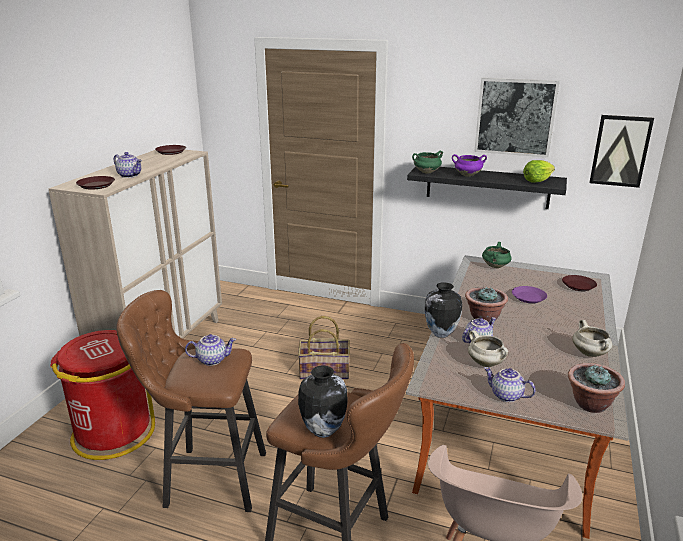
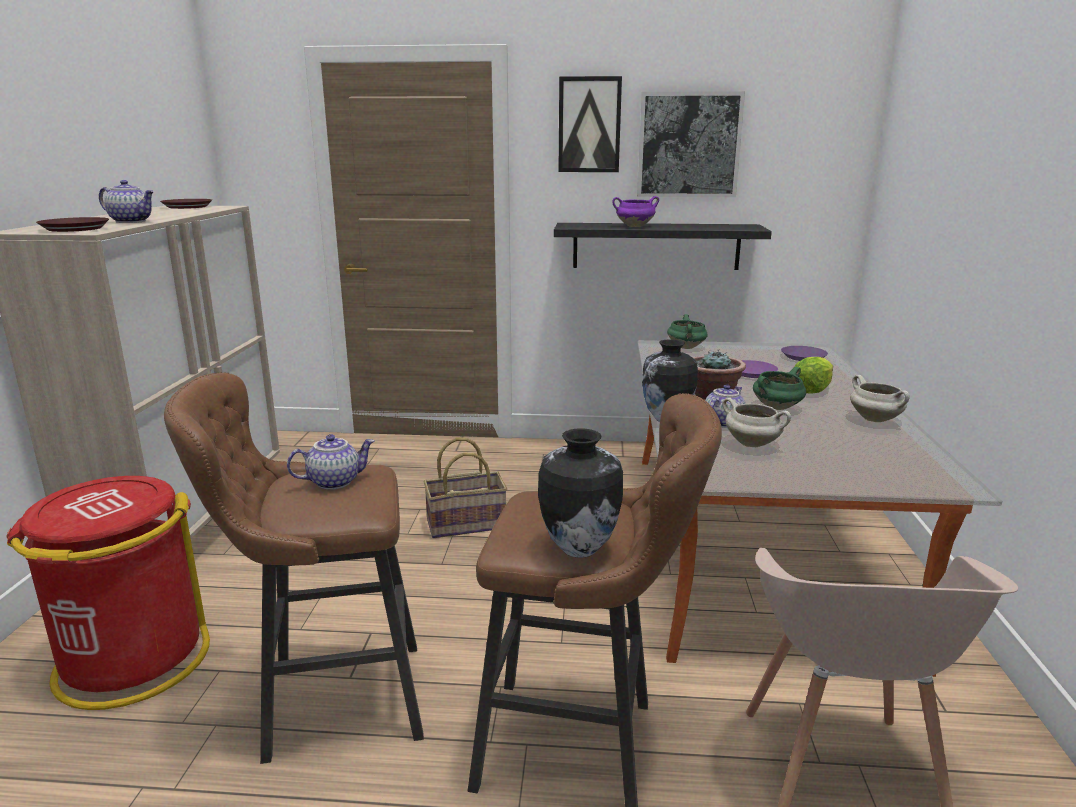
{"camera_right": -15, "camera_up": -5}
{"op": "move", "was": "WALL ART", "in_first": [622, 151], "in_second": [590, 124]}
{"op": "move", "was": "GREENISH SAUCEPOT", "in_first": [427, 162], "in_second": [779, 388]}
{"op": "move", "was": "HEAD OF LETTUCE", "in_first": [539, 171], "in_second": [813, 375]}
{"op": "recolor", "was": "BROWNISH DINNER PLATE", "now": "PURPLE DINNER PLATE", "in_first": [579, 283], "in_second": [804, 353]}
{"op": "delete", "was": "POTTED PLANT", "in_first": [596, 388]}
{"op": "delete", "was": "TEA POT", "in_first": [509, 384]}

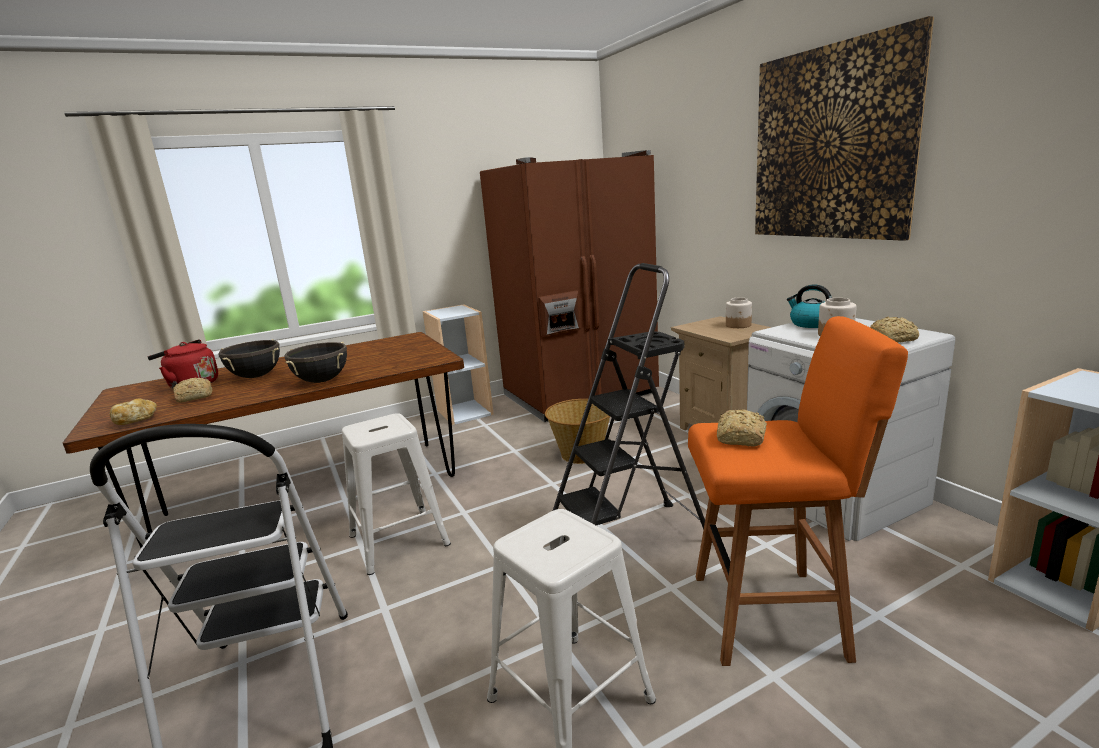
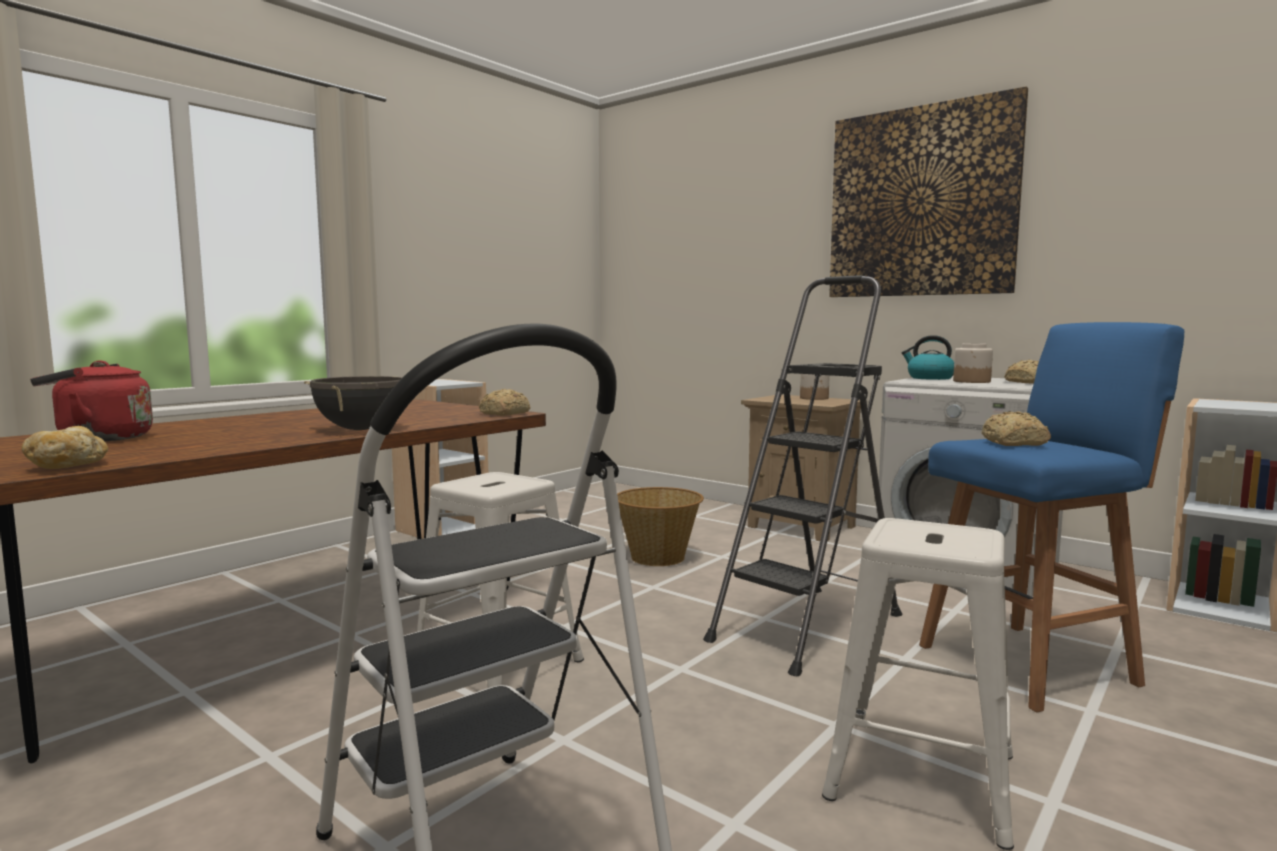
{"camera_right": -25, "camera_up": -10}
{"op": "delete", "was": "BROWNISH FRIDGE", "in_first": [569, 286]}
{"op": "recolor", "was": "ORANGEY STOOL", "now": "BLUE STOOL", "in_first": [798, 491], "in_second": [1051, 517]}
{"op": "delete", "was": "BLACK-COLOURED SAUCEPOT", "in_first": [249, 358]}
{"op": "move", "was": "BREAD", "in_first": [193, 390], "in_second": [504, 402]}

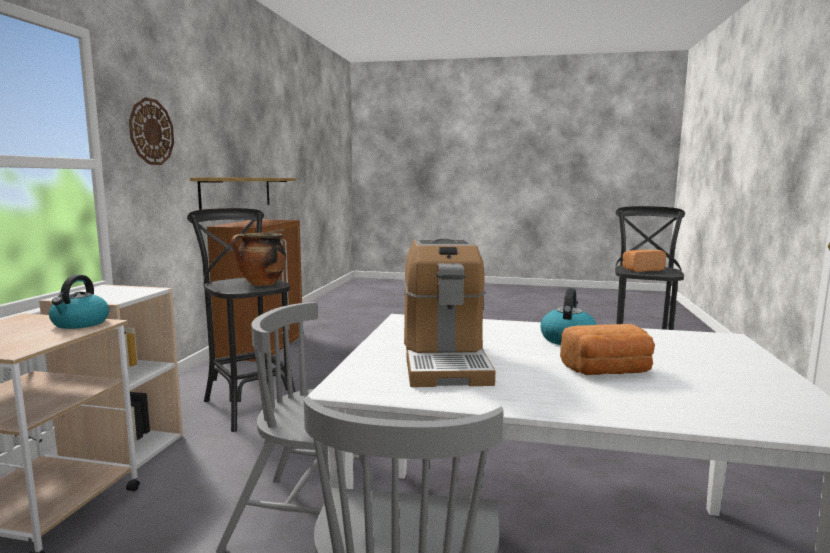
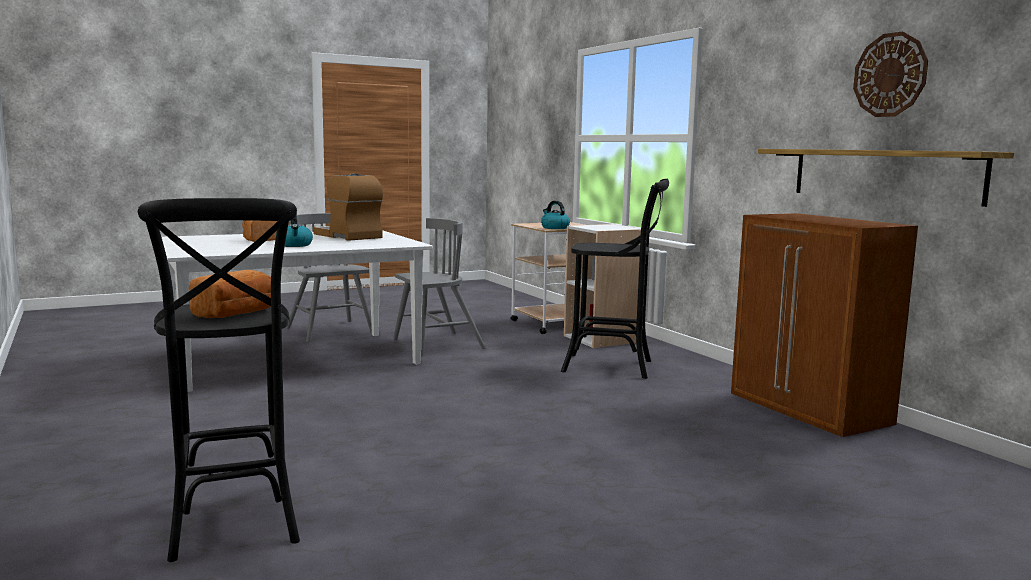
{"camera_right": 140, "camera_up": 0}
{"op": "move", "was": "WALL CLOCK", "in_first": [151, 131], "in_second": [890, 74]}
{"op": "delete", "was": "SAUCEPOT", "in_first": [258, 259]}

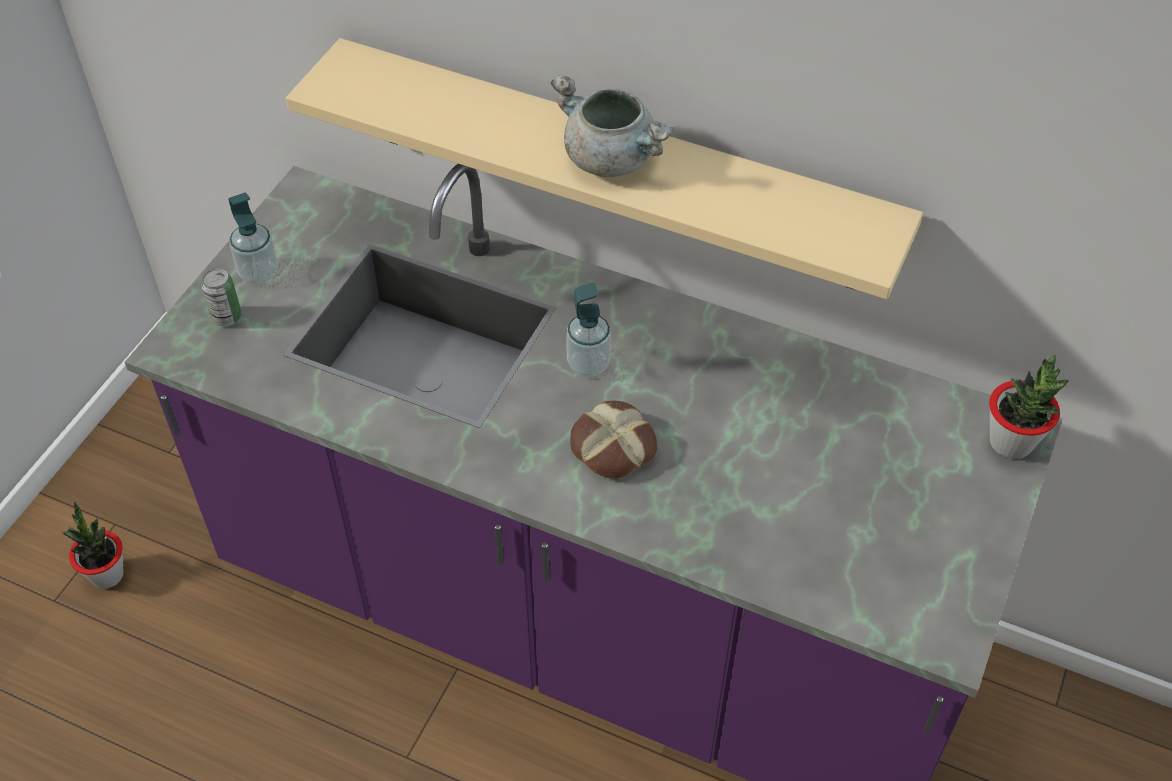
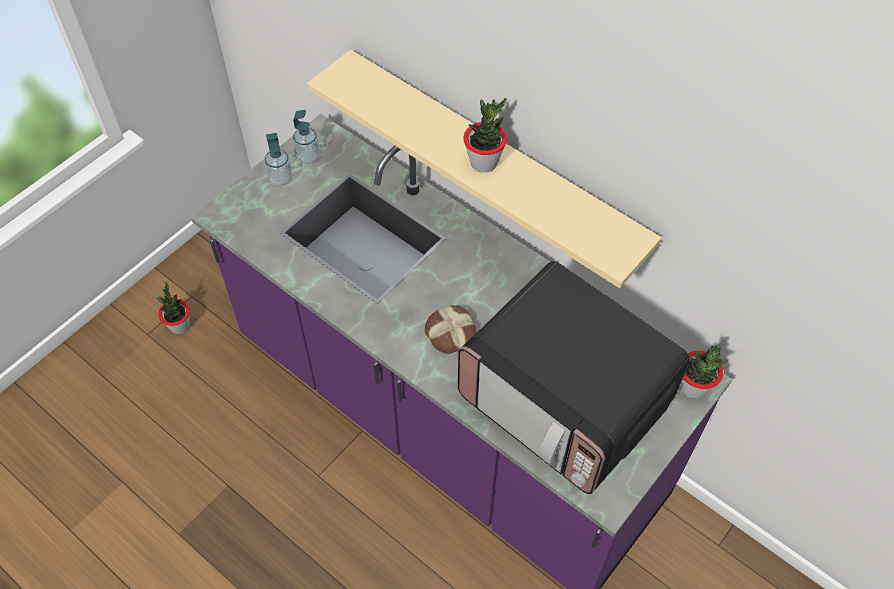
{"camera_right": 15, "camera_up": 5}
{"op": "replace", "was": "GRAY SAUCEPOT", "now": "POTTED PLANT", "in_first": [612, 126], "in_second": [485, 135]}
{"op": "delete", "was": "CAN", "in_first": [221, 297]}
{"op": "move", "was": "SOAP BOTTLE", "in_first": [588, 329], "in_second": [306, 137]}
{"op": "insert", "now": "MICROWAVE", "in_second": [574, 377]}

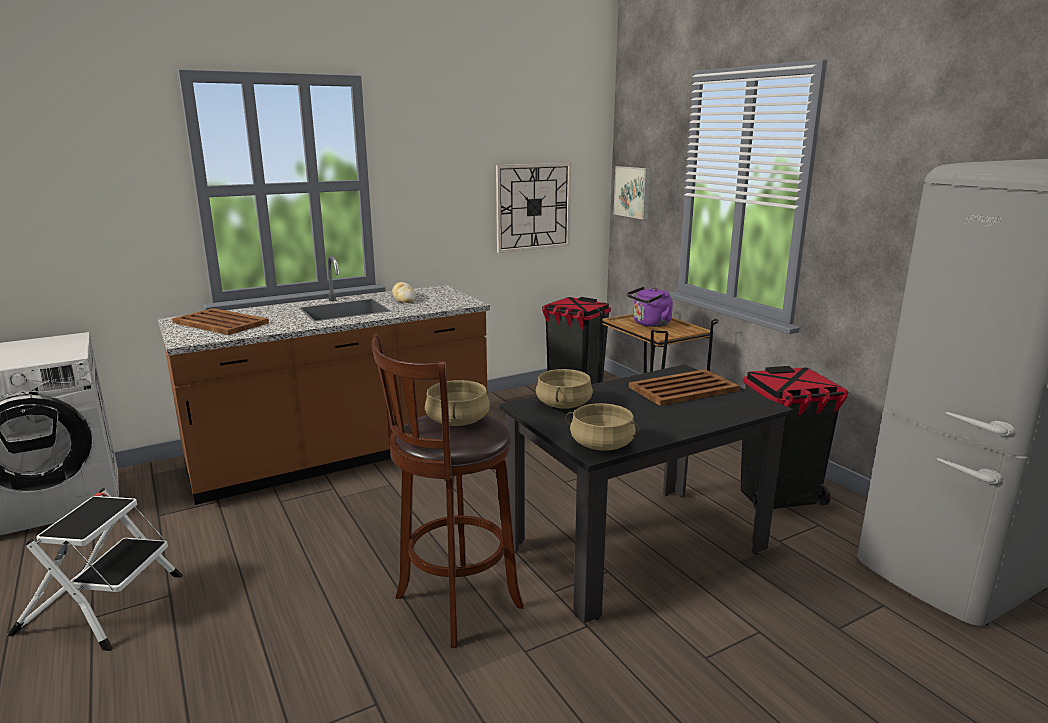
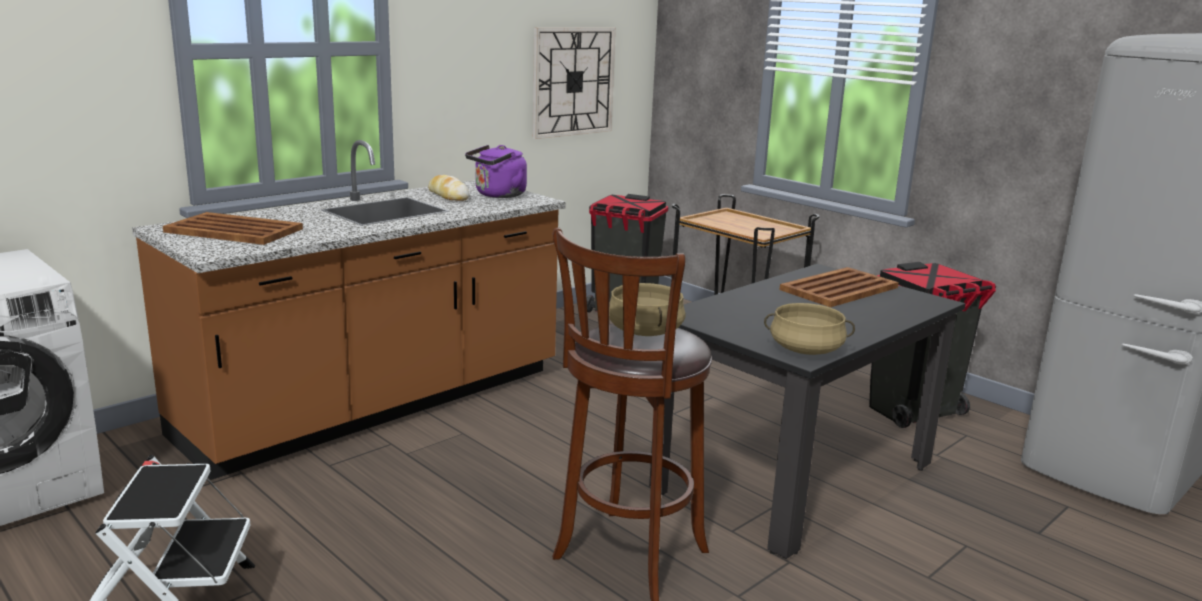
{"camera_right": -15, "camera_up": 0}
{"op": "delete", "was": "WALL ART", "in_first": [632, 192]}
{"op": "move", "was": "PURPLE WATER KETTLE", "in_first": [650, 307], "in_second": [496, 171]}
{"op": "delete", "was": "SAND-COLOURED SAUCEPOT", "in_first": [564, 389]}

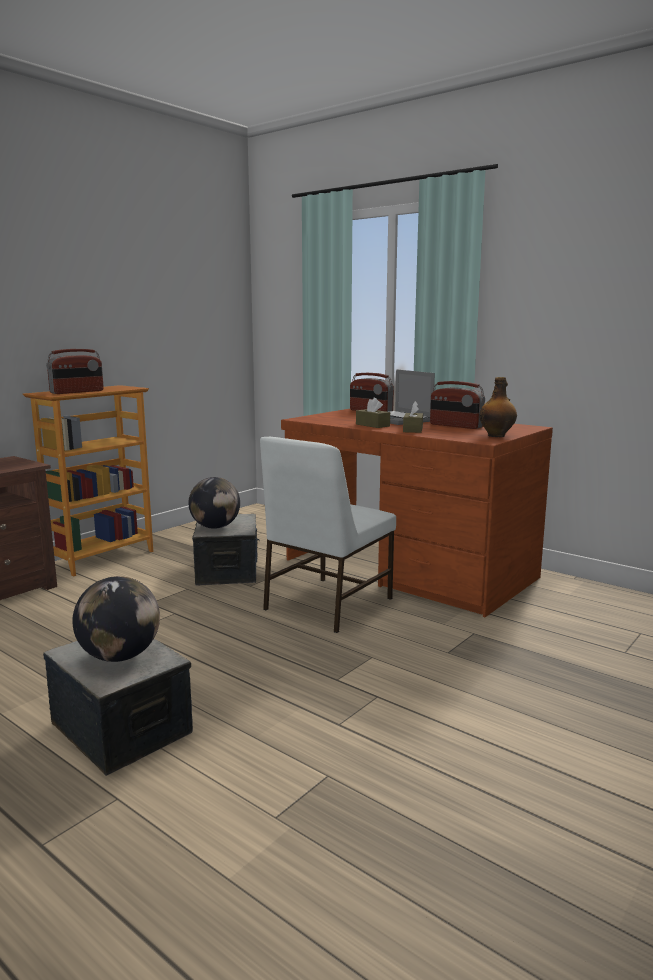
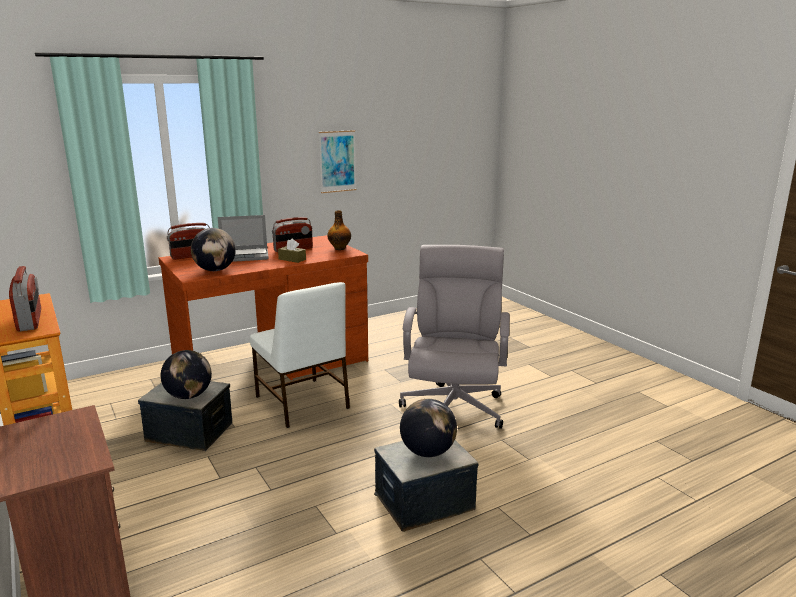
{"camera_right": -70, "camera_up": 5}
{"op": "delete", "was": "BROWNISH TISSUE BOX", "in_first": [373, 413]}
{"op": "insert", "now": "WALL ART", "in_second": [337, 161]}
{"op": "insert", "now": "GLOBE", "in_second": [213, 249]}
{"op": "insert", "now": "GRAY OFFICE CHAIR", "in_second": [454, 337]}

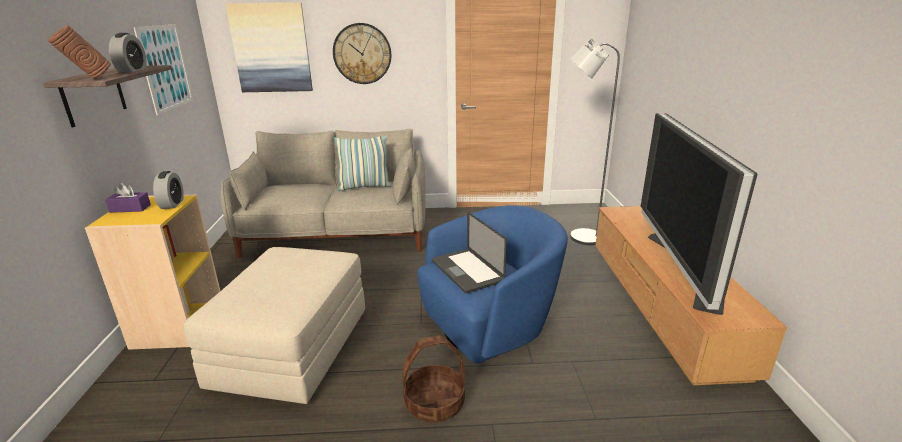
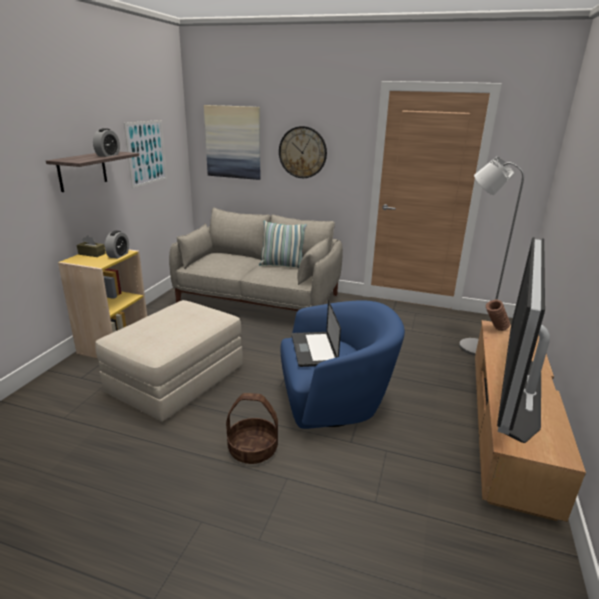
{"camera_right": 20, "camera_up": 0}
{"op": "move", "was": "BROWNISH DECORATIVE VASE", "in_first": [79, 52], "in_second": [498, 315]}
{"op": "recolor", "was": "PURPLE TISSUE BOX", "now": "BROWNISH TISSUE BOX", "in_first": [128, 198], "in_second": [91, 246]}

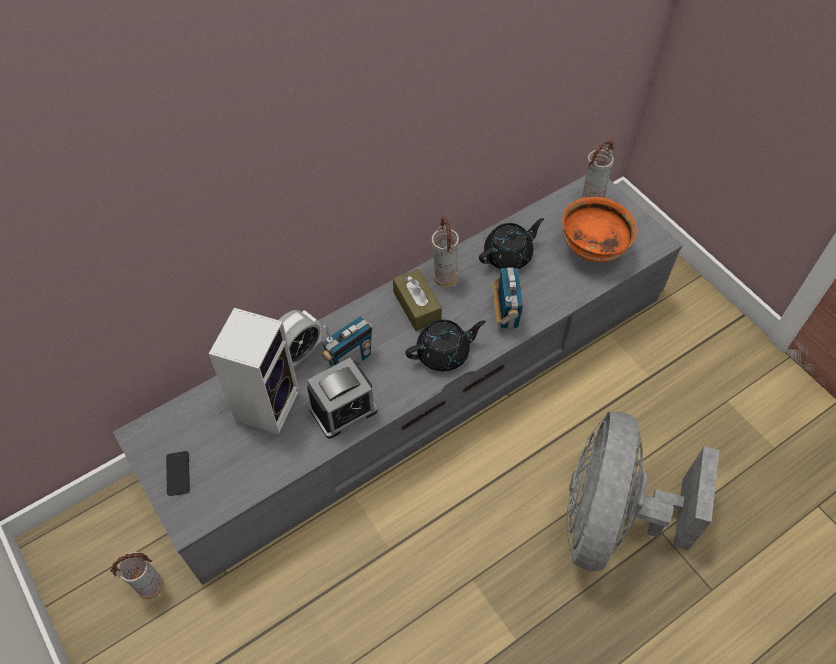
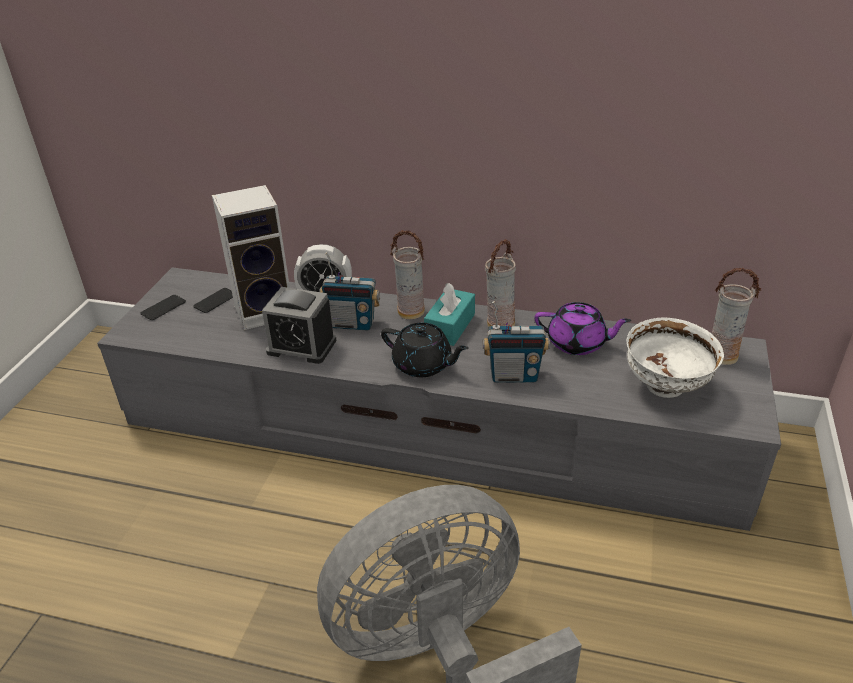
{"camera_right": 50, "camera_up": -20}
{"op": "recolor", "was": "ORANGEY DEEP DISH", "now": "WHITE-COLOURED DEEP DISH", "in_first": [599, 229], "in_second": [675, 357]}
{"op": "recolor", "was": "BLACK-COLOURED TEA POT", "now": "PURPLE TEA POT", "in_first": [511, 243], "in_second": [582, 328]}
{"op": "rotate", "was": "RADIO", "in_first": [507, 298], "in_second": [516, 342], "clockwise": 45}
{"op": "recolor", "was": "BROWNISH TISSUE BOX", "now": "BLUE-GREEN TISSUE BOX", "in_first": [417, 300], "in_second": [449, 314]}
{"op": "move", "was": "DECORATIVE VASE", "in_first": [137, 575], "in_second": [407, 275]}
{"op": "insert", "now": "PHONE", "in_second": [213, 300]}

